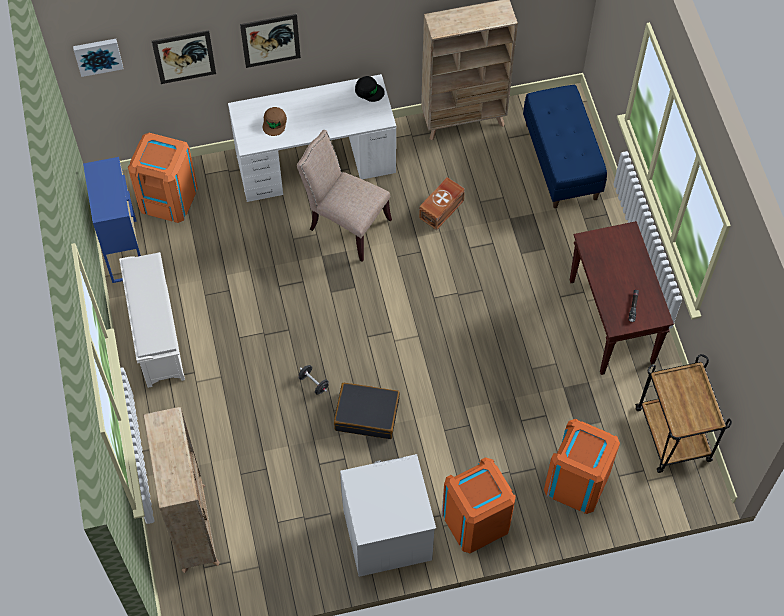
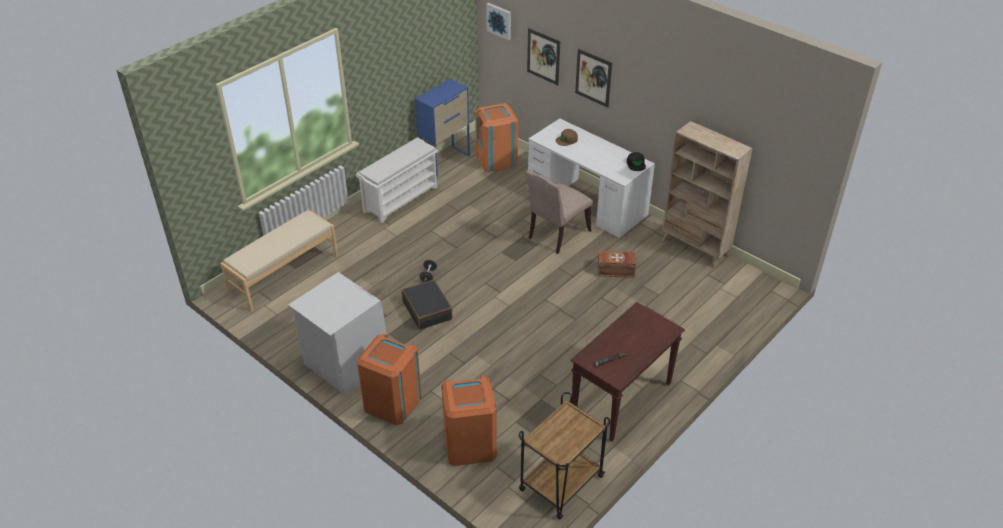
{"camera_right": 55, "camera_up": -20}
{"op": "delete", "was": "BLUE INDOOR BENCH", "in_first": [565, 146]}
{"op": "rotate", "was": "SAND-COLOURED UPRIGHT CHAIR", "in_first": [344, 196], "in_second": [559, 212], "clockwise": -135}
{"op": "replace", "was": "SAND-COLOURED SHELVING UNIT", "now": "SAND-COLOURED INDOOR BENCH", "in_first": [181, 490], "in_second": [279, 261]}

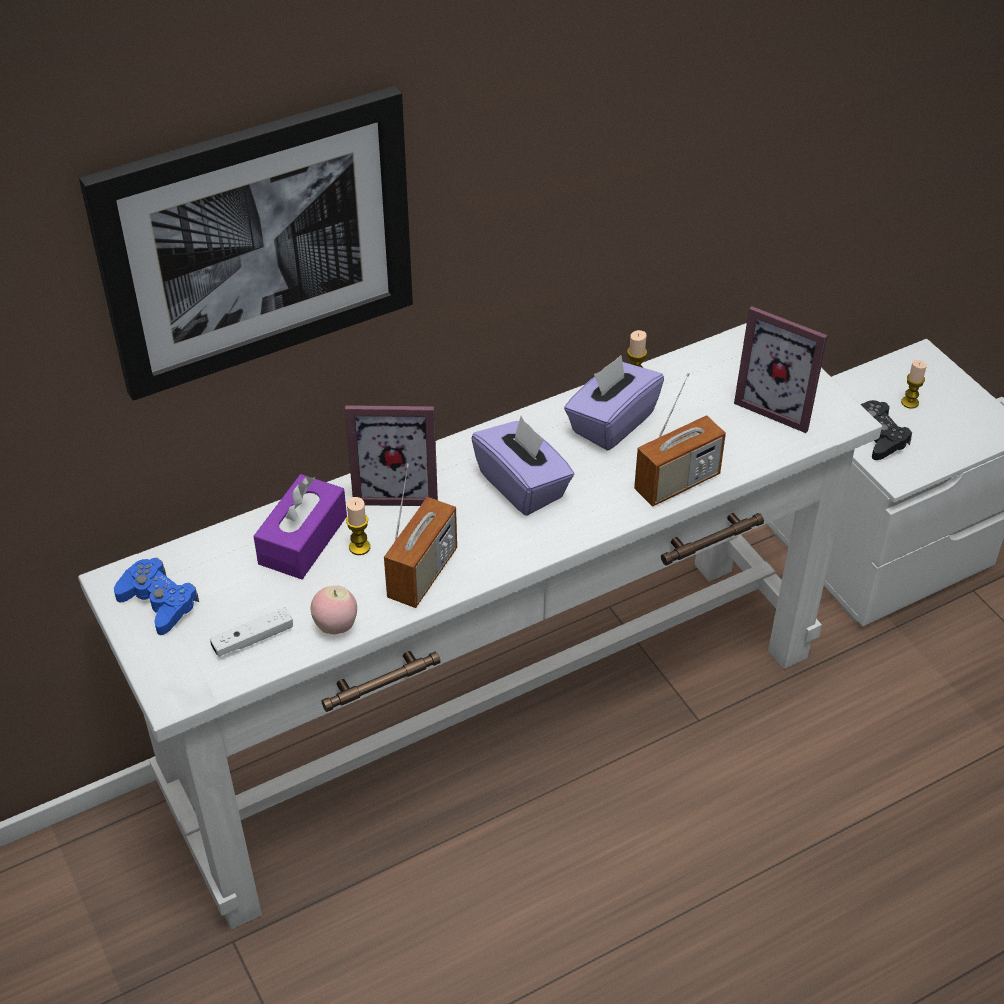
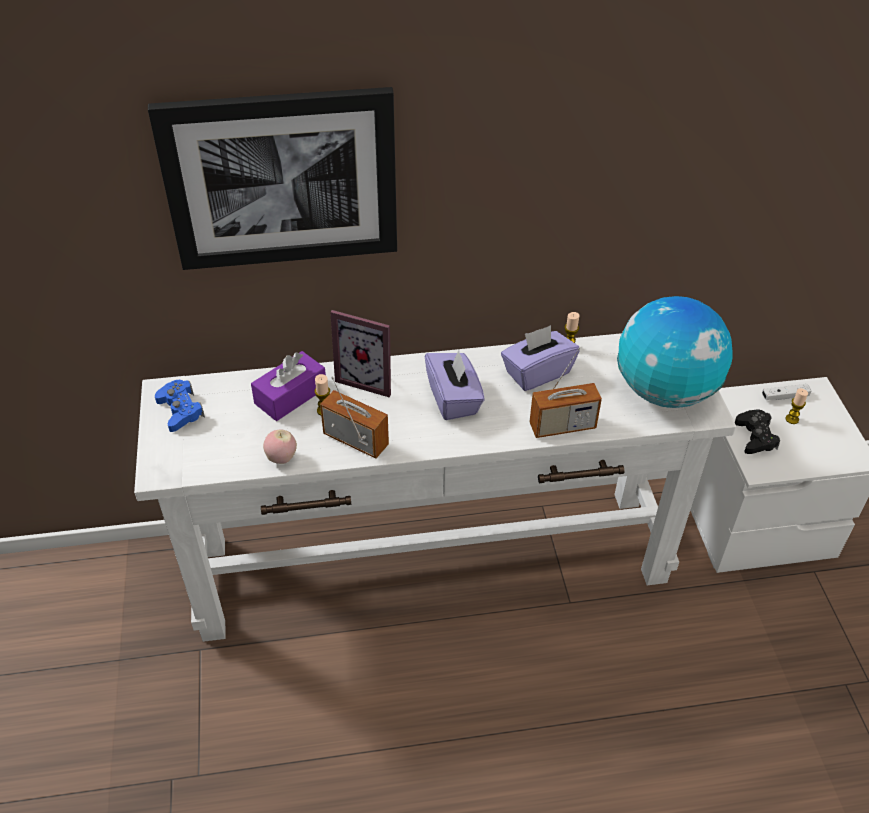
{"camera_right": 20, "camera_up": 0}
{"op": "replace", "was": "PHOTO FRAME", "now": "GLOBE", "in_first": [781, 369], "in_second": [675, 352]}
{"op": "rotate", "was": "RADIO", "in_first": [420, 536], "in_second": [354, 418], "clockwise": -105}
{"op": "move", "was": "WHITE-COLOURED GAME CONTROLLER", "in_first": [251, 632], "in_second": [786, 392]}

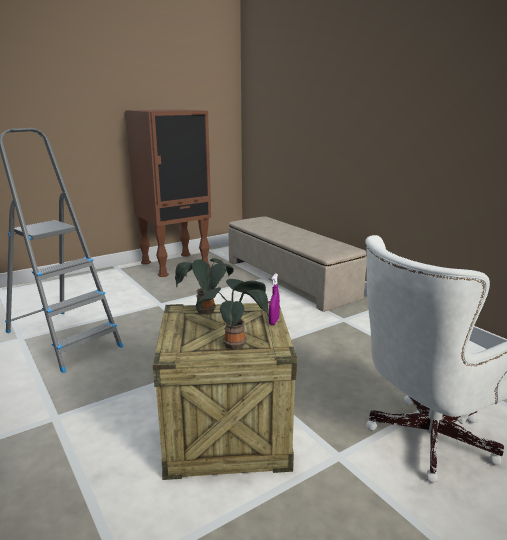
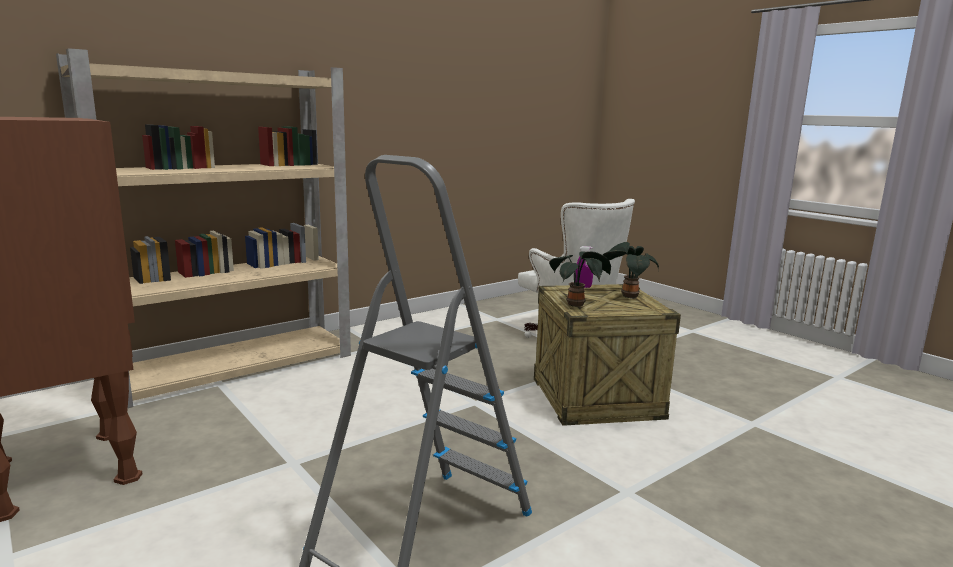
{"camera_right": -95, "camera_up": -5}
{"op": "replace", "was": "SAND-COLOURED INDOOR BENCH", "now": "SAND-COLOURED SHELVING UNIT", "in_first": [297, 264], "in_second": [203, 228]}

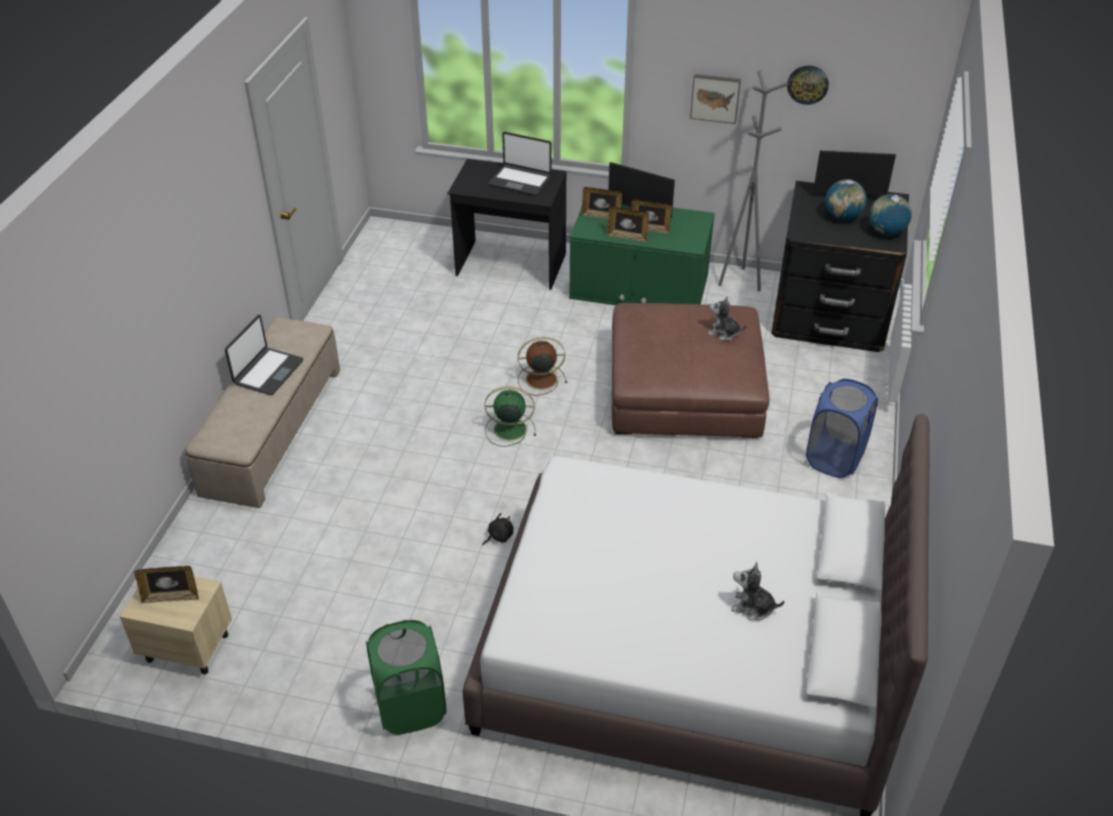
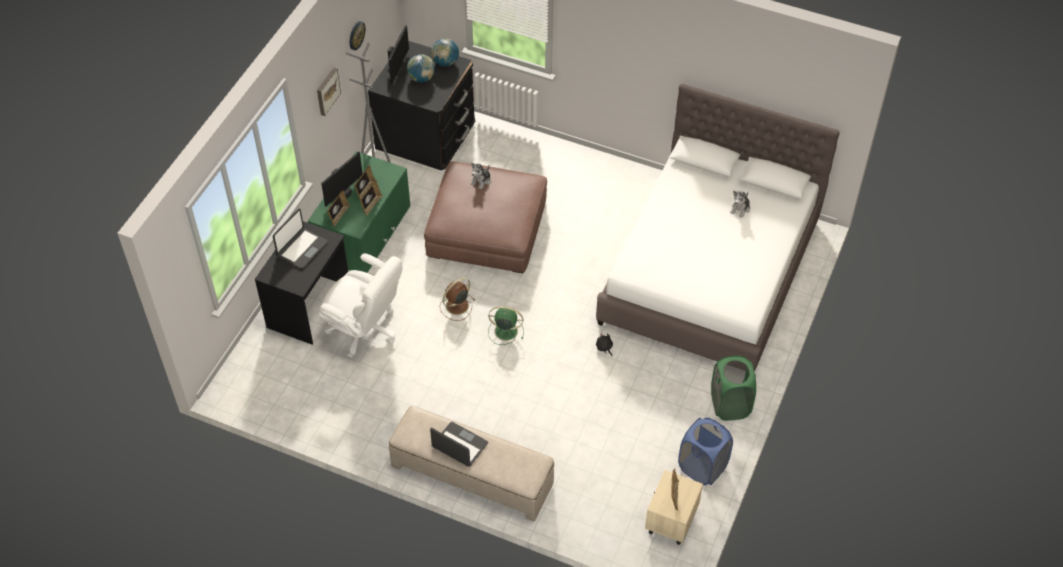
{"camera_right": -80, "camera_up": 10}
{"op": "rotate", "was": "BROWNISH COOLING FAN", "in_first": [542, 366], "in_second": [457, 299], "clockwise": 45}
{"op": "move", "was": "BLUE HAMPER", "in_first": [842, 428], "in_second": [705, 451]}
{"op": "rotate", "was": "GREENISH COOLING FAN", "in_first": [510, 416], "in_second": [506, 325], "clockwise": 90}
{"op": "insert", "now": "WHITE-COLOURED OFFICE CHAIR", "in_second": [360, 305]}

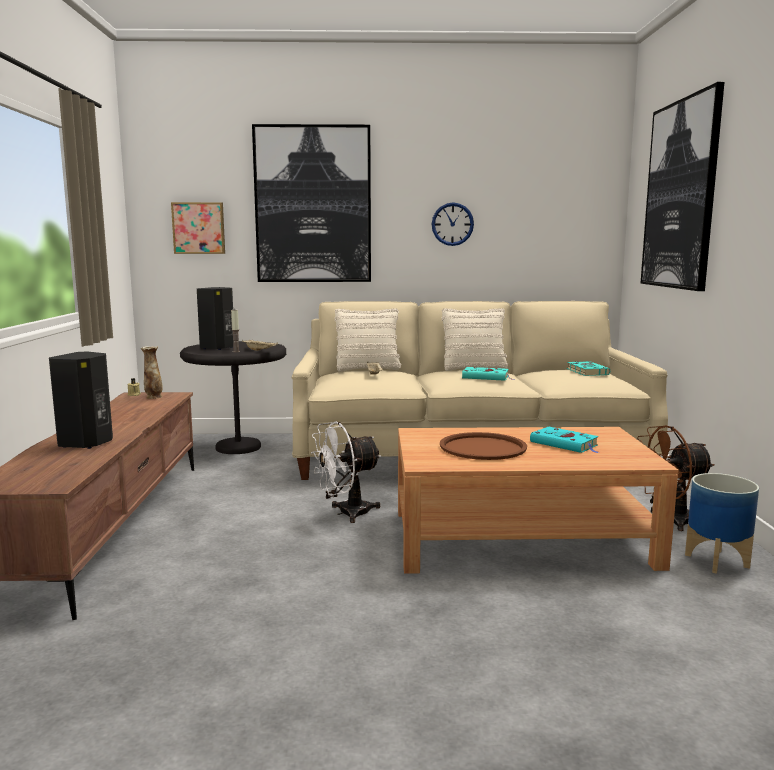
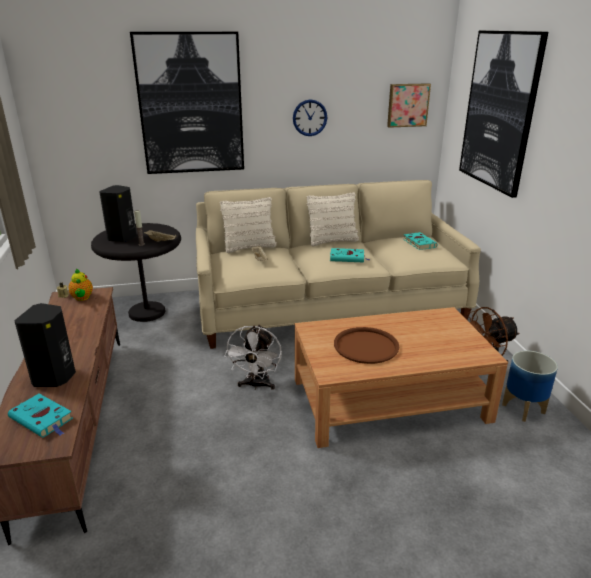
{"camera_right": -10, "camera_up": 15}
{"op": "move", "was": "WALL ART", "in_first": [198, 228], "in_second": [409, 105]}
{"op": "replace", "was": "DECORATIVE VASE", "now": "TEA POT", "in_first": [152, 372], "in_second": [80, 285]}
{"op": "rotate", "was": "WHITE-COLOURED COOLING FAN", "in_first": [346, 472], "in_second": [253, 357], "clockwise": -45}
{"op": "move", "was": "BLUE-GREEN BOUND BOOK", "in_first": [564, 439], "in_second": [40, 416]}

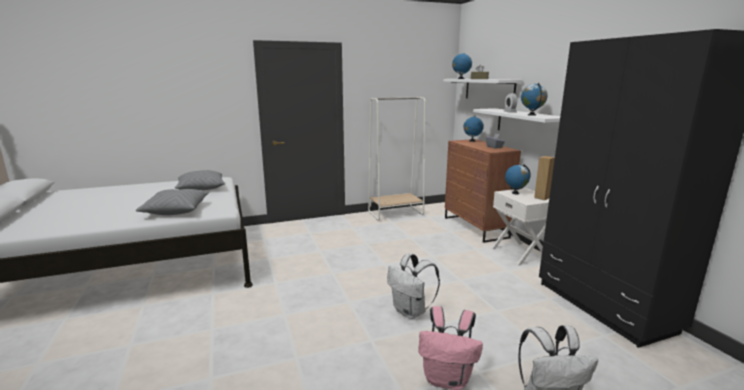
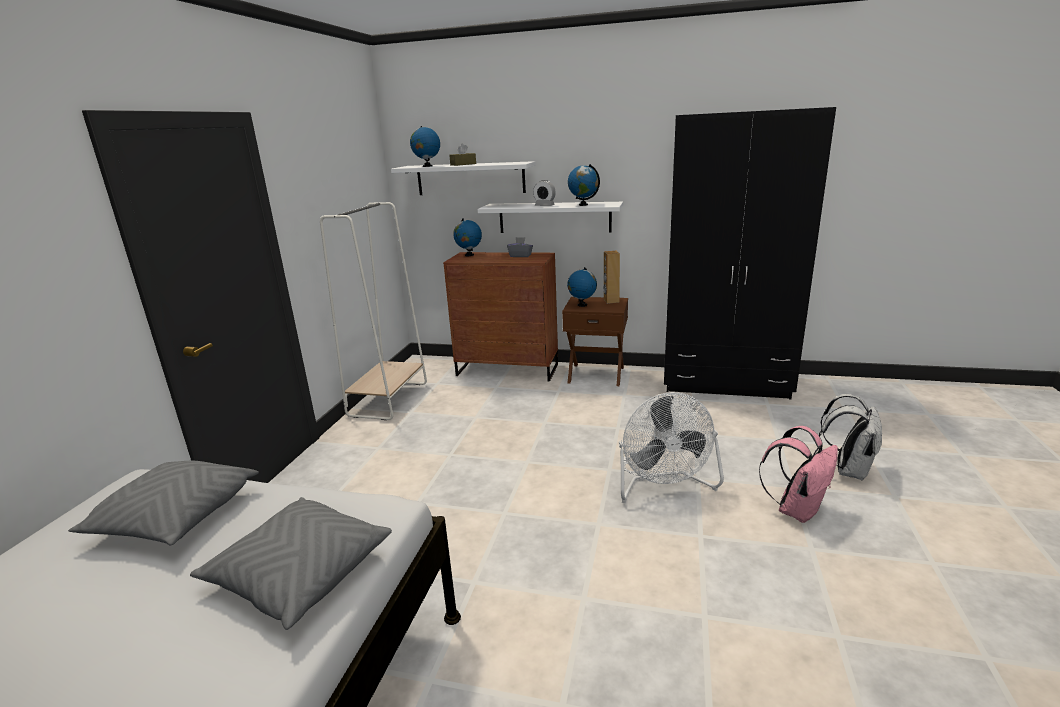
{"camera_right": -55, "camera_up": 5}
{"op": "recolor", "was": "WHITE-COLOURED BEDSIDE TABLE", "now": "BROWNISH BEDSIDE TABLE", "in_first": [520, 227], "in_second": [595, 341]}
{"op": "replace", "was": "WHITE-COLOURED BACKPACK", "now": "WHITE-COLOURED COOLING FAN", "in_first": [413, 286], "in_second": [671, 447]}

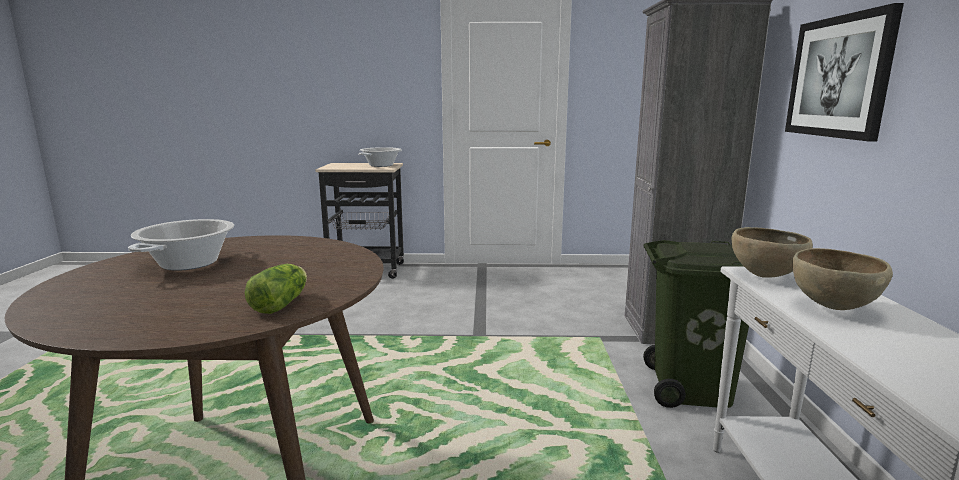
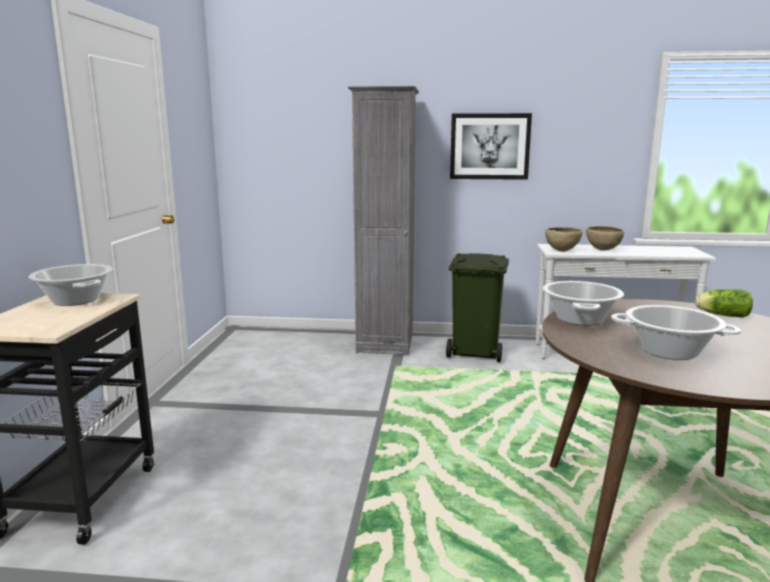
{"camera_right": -85, "camera_up": 0}
{"op": "insert", "now": "SAUCEPOT", "in_second": [583, 303]}

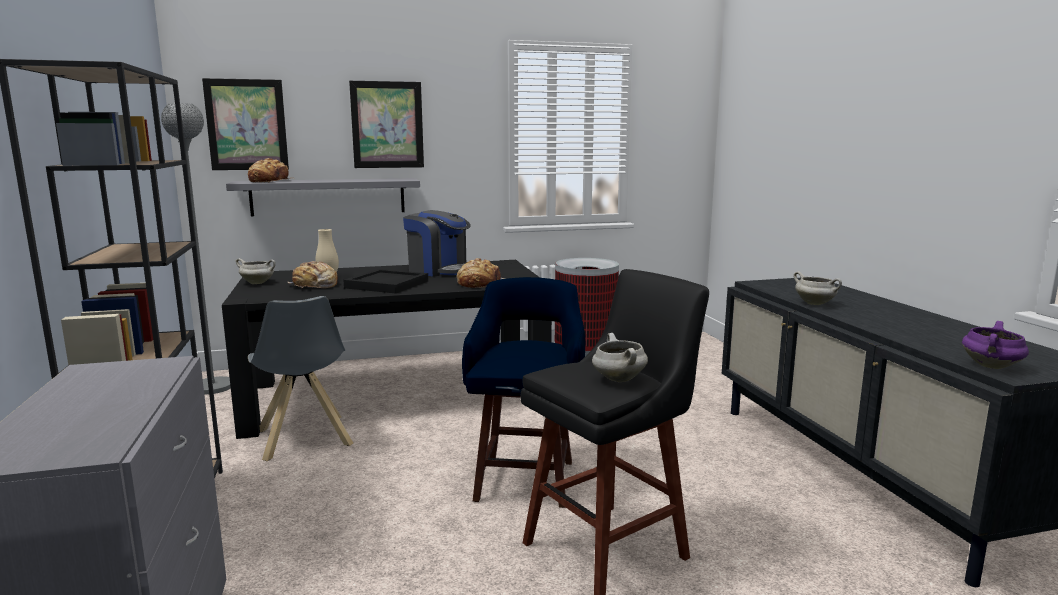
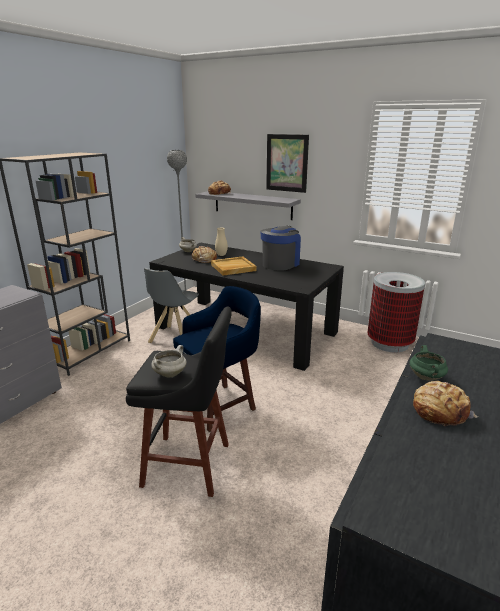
{"camera_right": 45, "camera_up": 10}
{"op": "delete", "was": "WALL ART", "in_first": [245, 124]}
{"op": "rotate", "was": "COFFEE MACHINE", "in_first": [437, 243], "in_second": [280, 247], "clockwise": -135}
{"op": "move", "was": "BREAD", "in_first": [481, 273], "in_second": [445, 404]}
{"op": "recolor", "was": "BLACK-COLOURED TRAY", "now": "SAND-COLOURED TRAY", "in_first": [386, 281], "in_second": [234, 266]}
{"op": "recolor", "was": "WHITE-COLOURED SAUCEPOT", "now": "GREENISH SAUCEPOT", "in_first": [817, 288], "in_second": [428, 363]}
{"op": "delete", "was": "PURPLE SAUCEPOT", "in_first": [995, 345]}

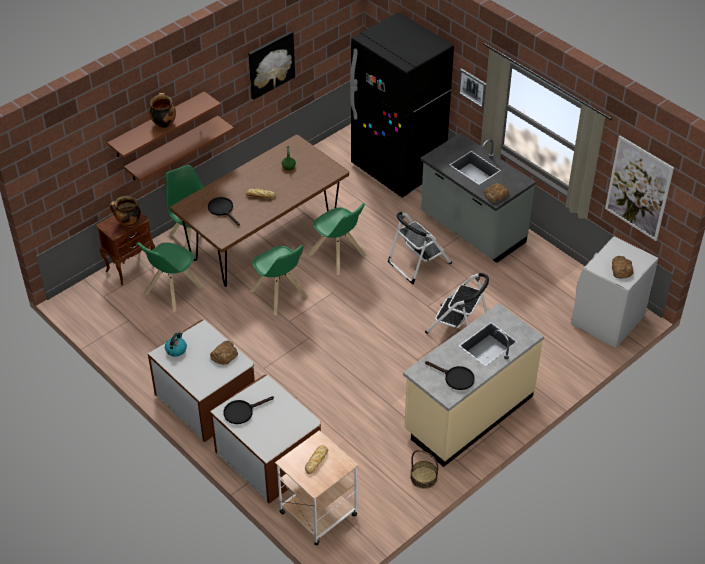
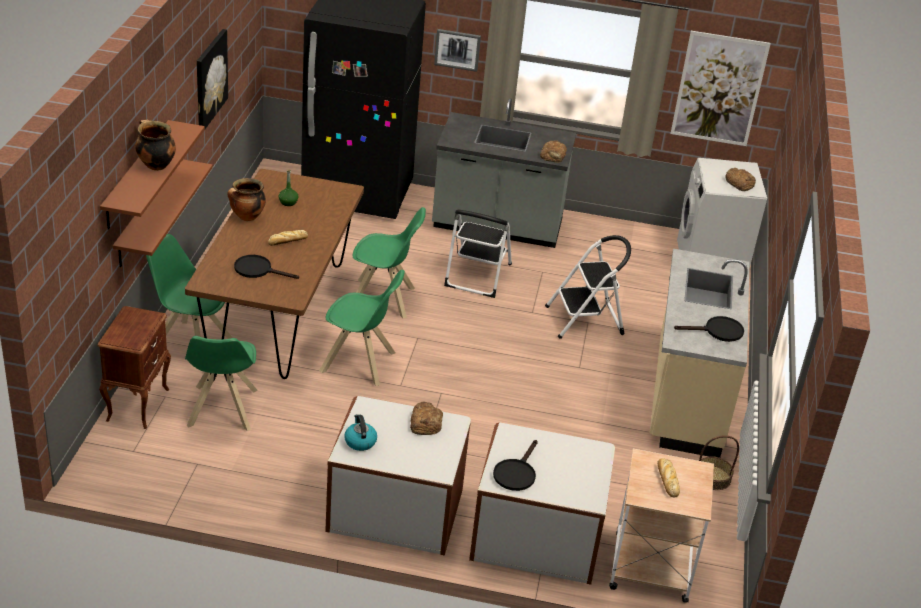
{"camera_right": -40, "camera_up": -10}
{"op": "move", "was": "SAUCEPOT", "in_first": [125, 211], "in_second": [246, 199]}

